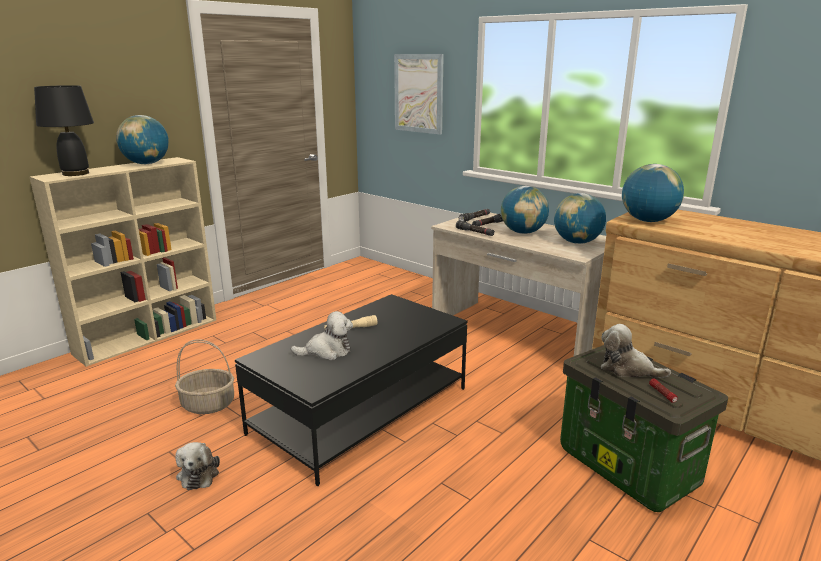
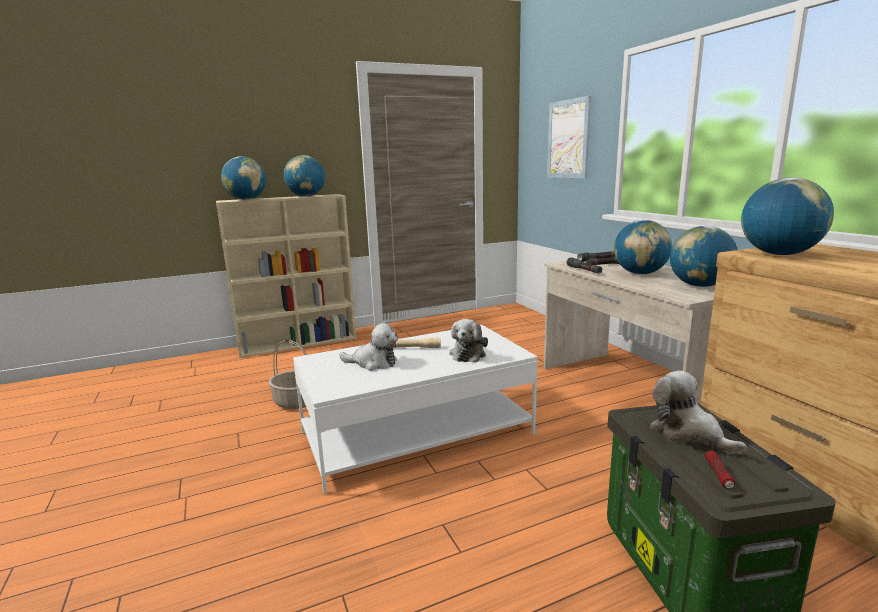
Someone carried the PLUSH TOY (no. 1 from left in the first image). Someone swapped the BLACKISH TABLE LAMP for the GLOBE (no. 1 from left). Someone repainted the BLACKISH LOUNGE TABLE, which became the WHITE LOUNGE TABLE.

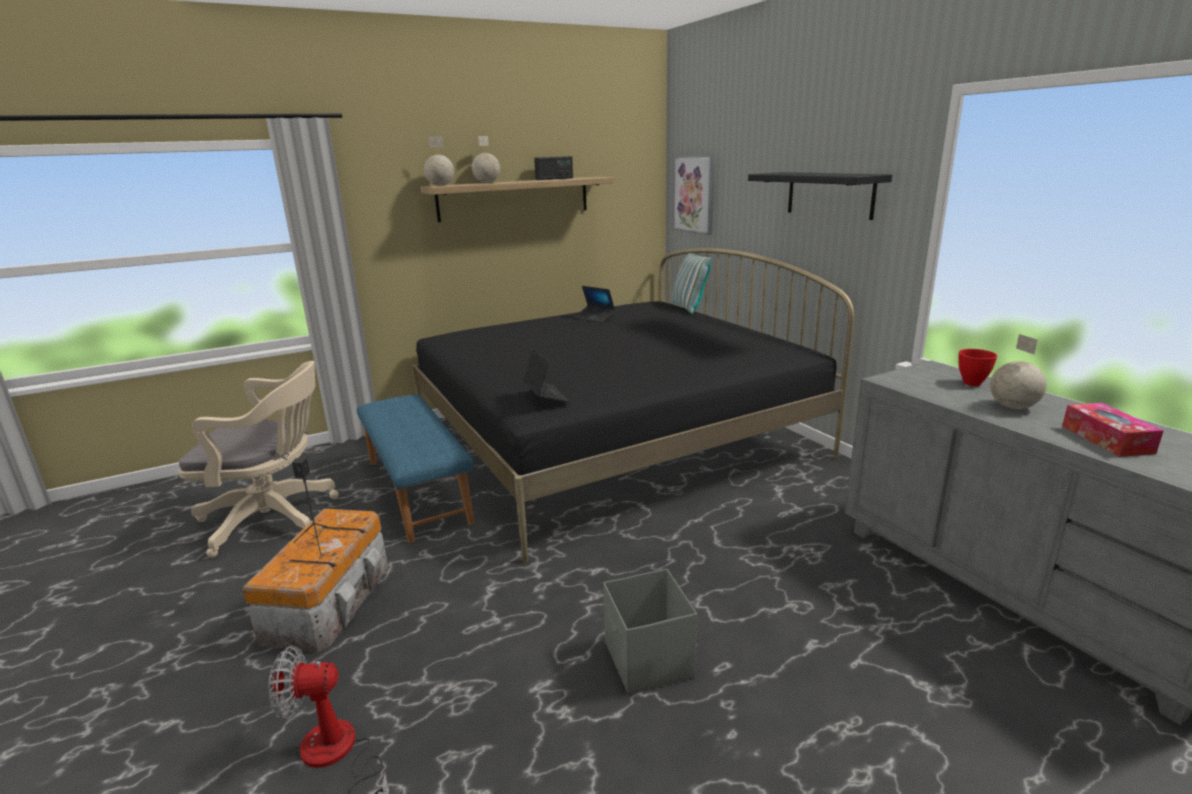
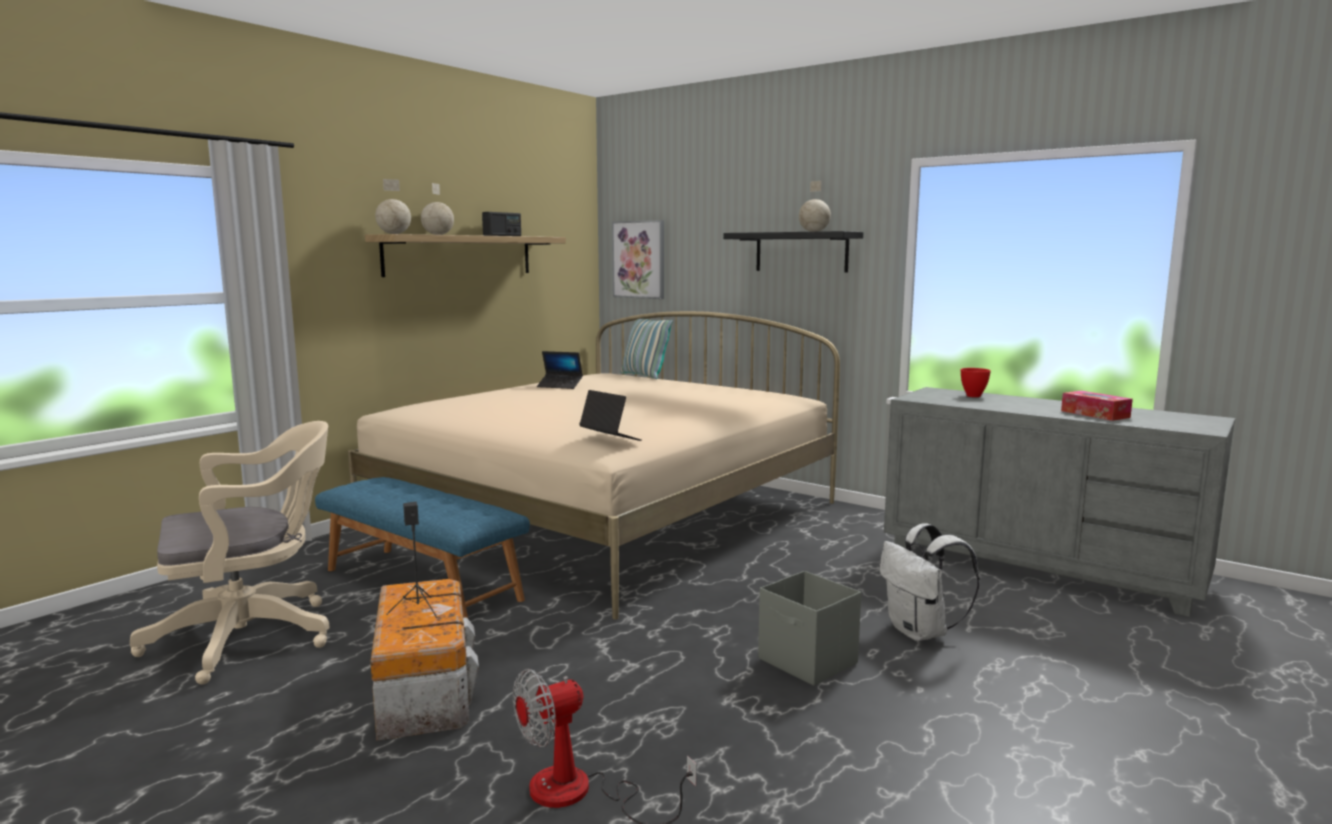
Someone put down the WHITE KNAPSACK. Someone carried the GLOBE (no. 3 from left). Someone repainted the BLACKISH BEDROOM BED, which became the BEIGE-COLOURED BEDROOM BED.

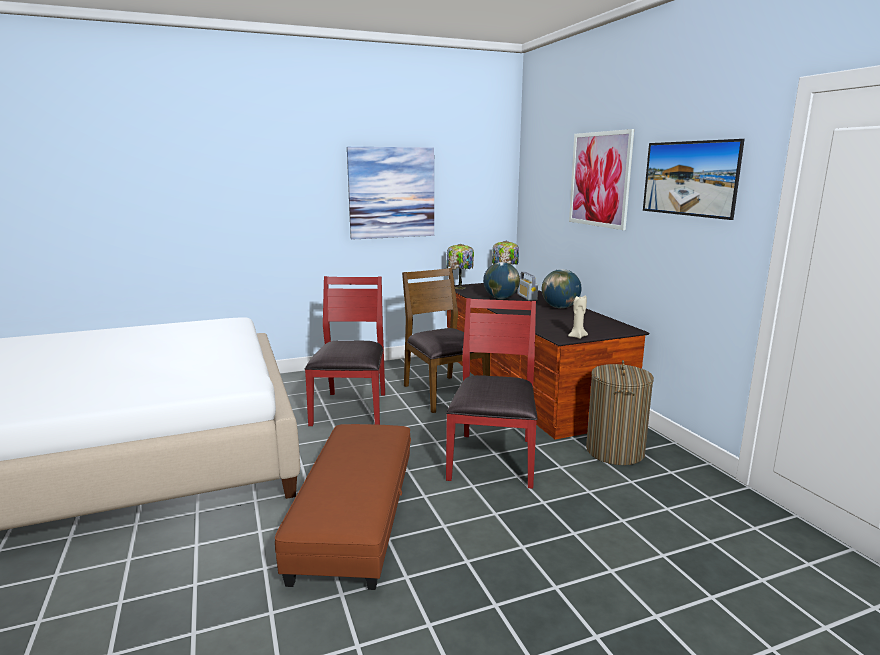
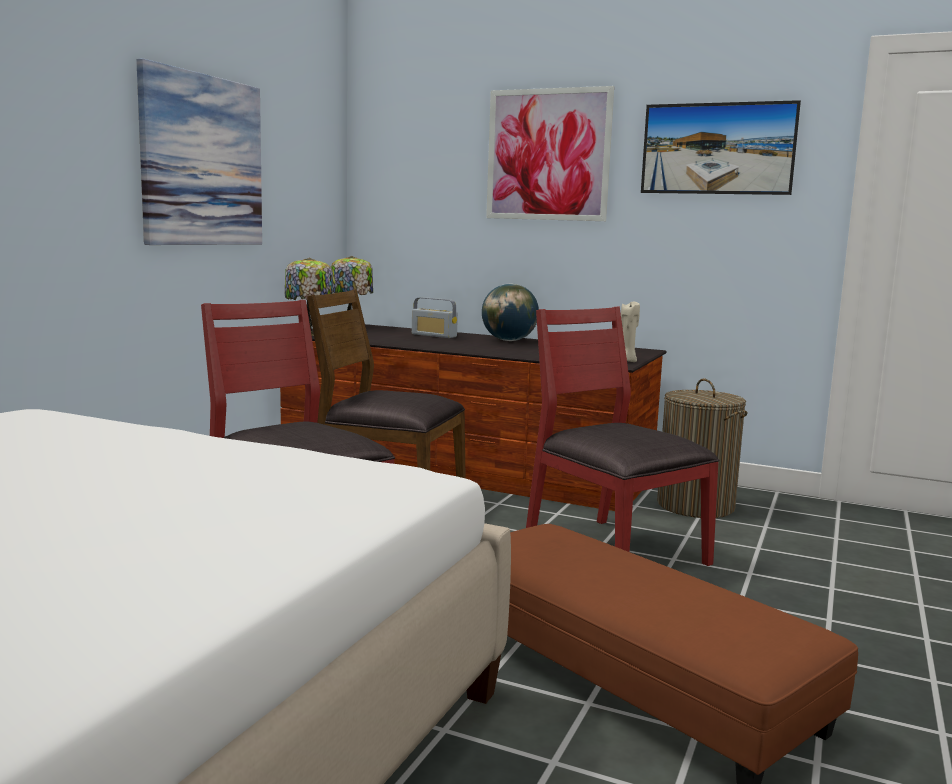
Someone took away the GLOBE (no. 1 from left).

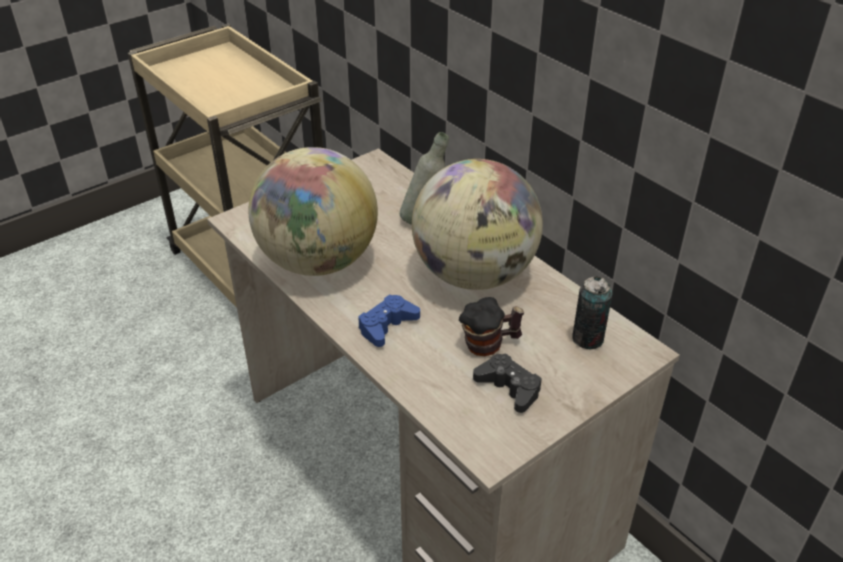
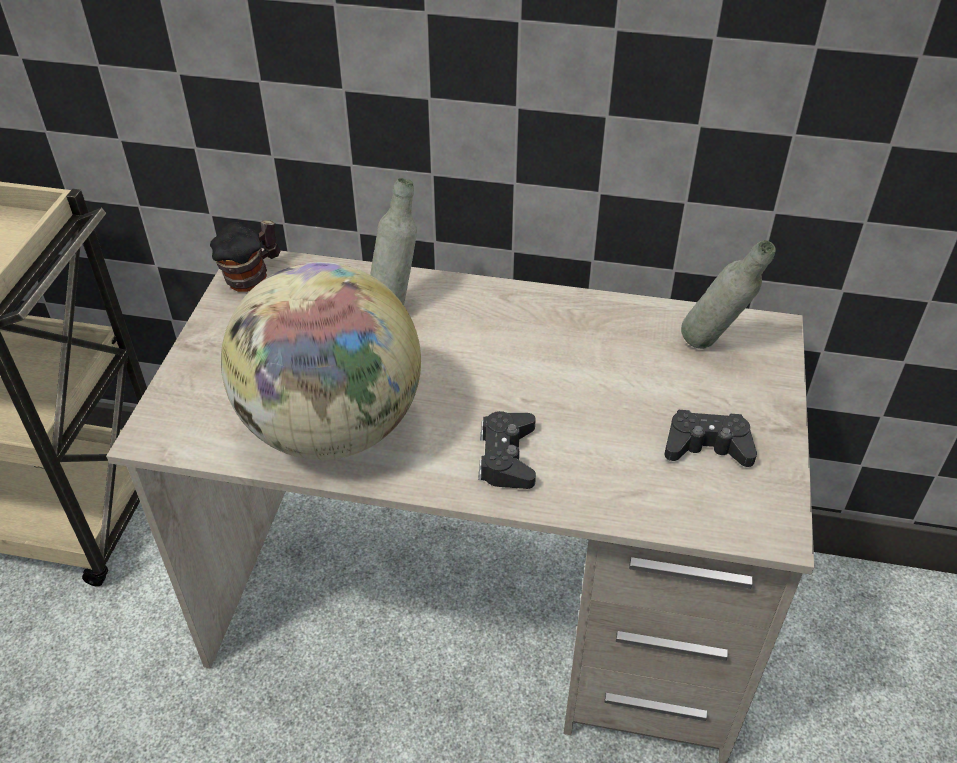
Someone took away the GLOBE (no. 2 from left). Someone carried the COFFEE MUG. Someone swapped the SEALED CAN for the GREY BOTTLE (no. 2 from left). Someone repainted the BLUE-COLOURED JOYPAD, which became the BLACKISH JOYPAD (no. 1 from left).

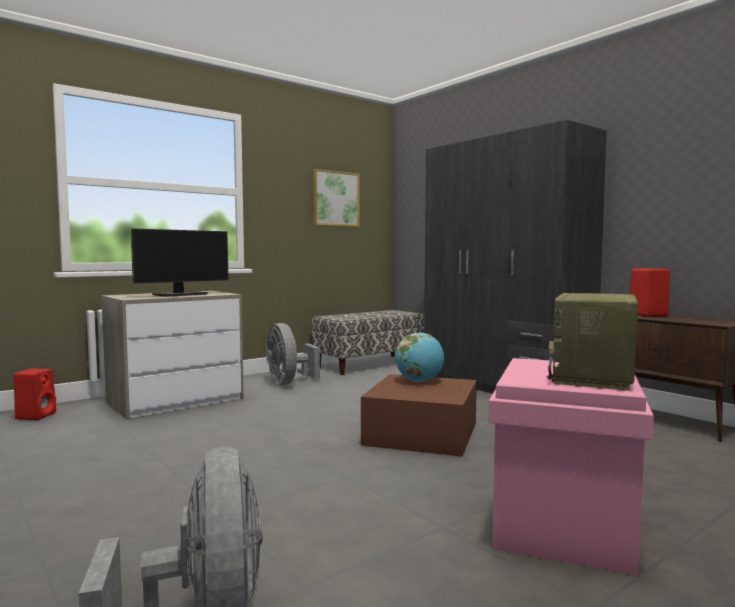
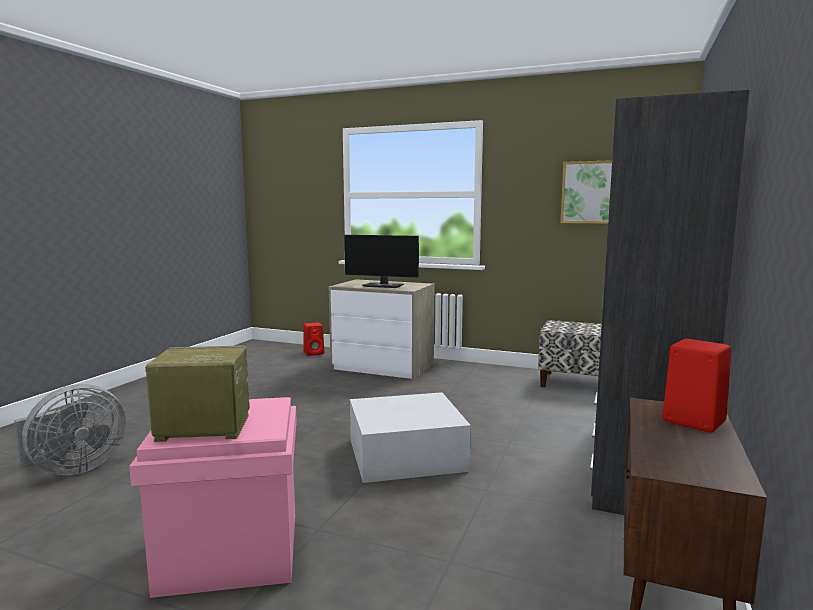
Someone took away the GREY ELECTRIC FAN (no. 2 from left). Someone took away the GLOBE. Someone repainted the BROWNISH STORAGE BOX, which became the WHITE STORAGE BOX.

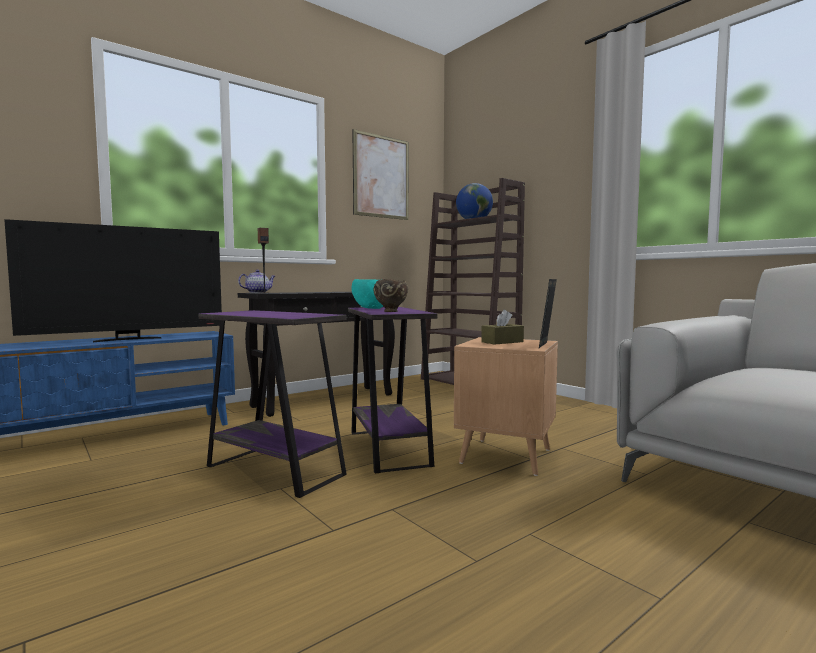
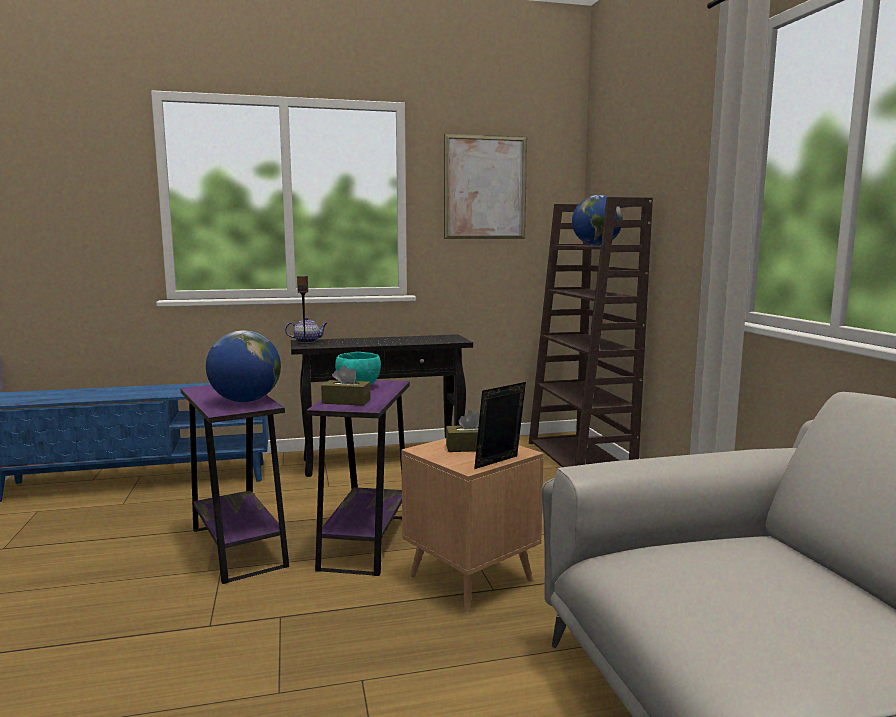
Someone took away the TV SET. Someone put down the GLOBE (no. 1 from left). Someone swapped the BROWNISH DEEP DISH for the BROWNISH TISSUE BOX (no. 1 from left).

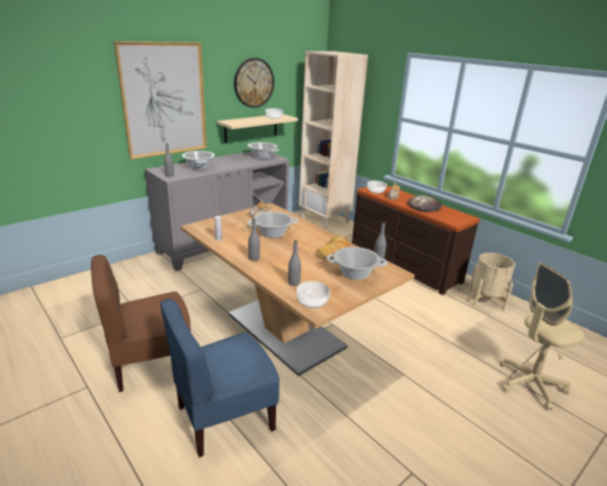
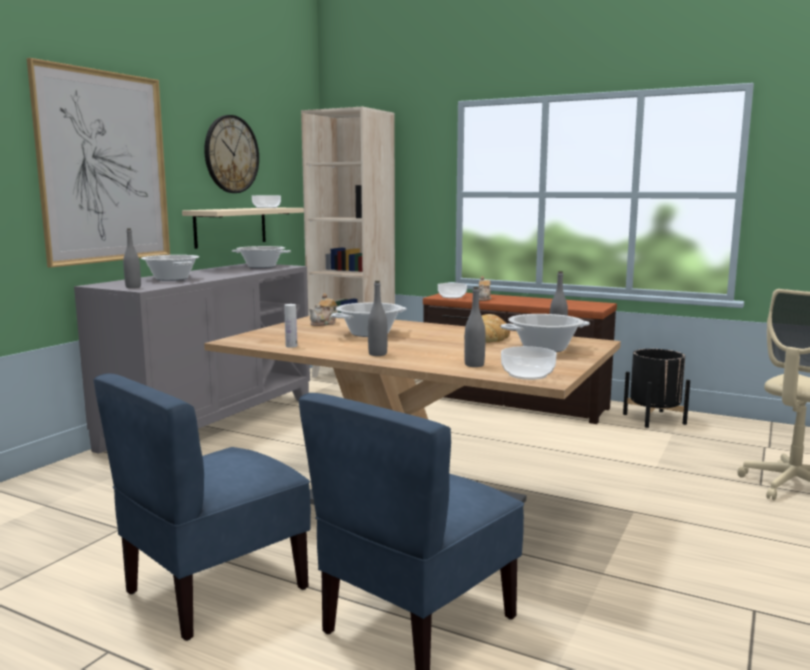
Someone took away the BAKED BREAD (no. 2 from left). Someone repainted the BROWNISH UPRIGHT CHAIR, which became the BLUE-COLOURED UPRIGHT CHAIR (no. 1 from left). Someone repainted the BEIGE-COLOURED FLOWER POT, which became the BLACKISH FLOWER POT.

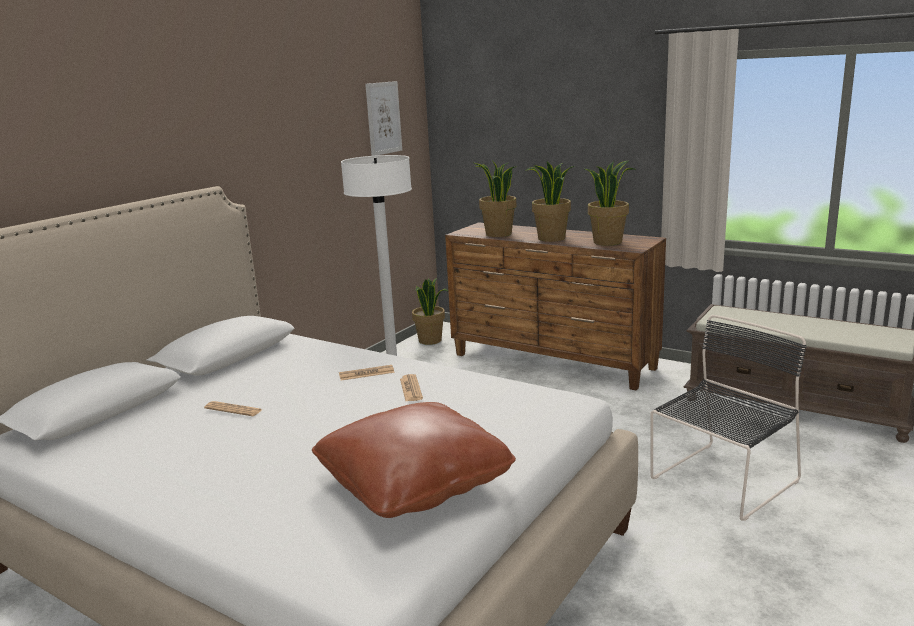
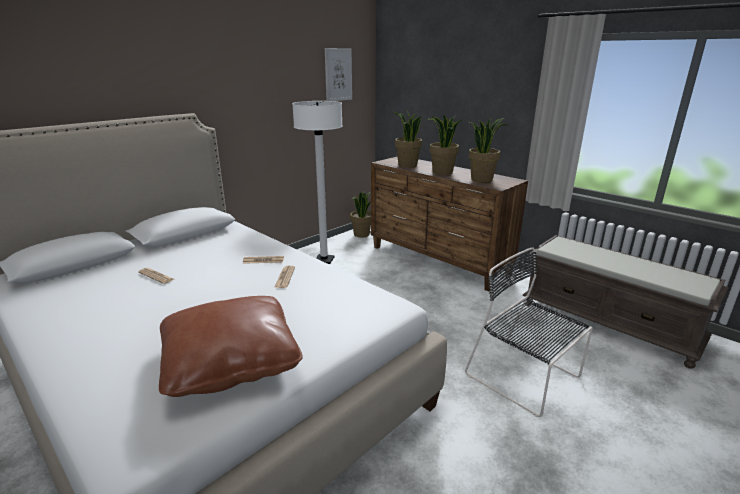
Someone rotated the BLACKISH UPRIGHT CHAIR by 105 degrees counterclockwise.

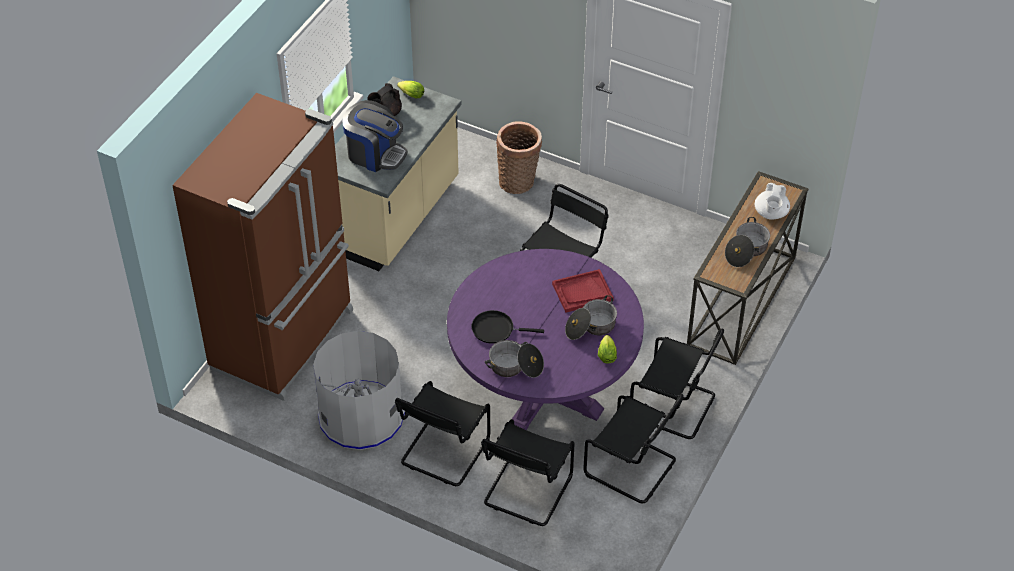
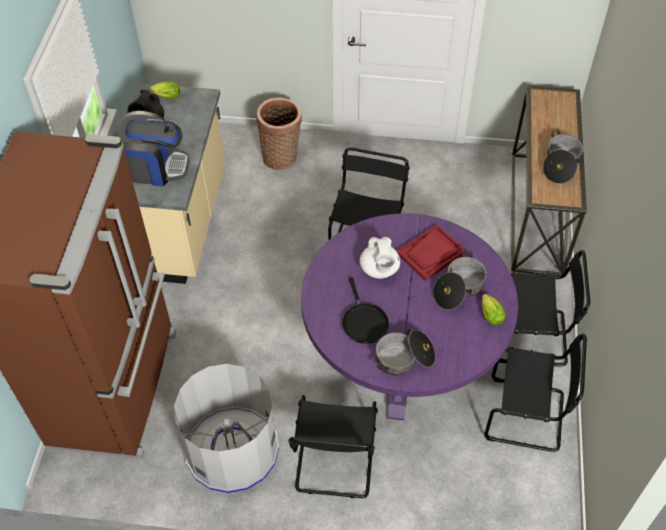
Someone took away the BLACKISH UPRIGHT CHAIR (no. 2 from left). Someone carried the WHITE TEA POT. Someone rotated the BLACKISH FRYING PAN by 90 degrees counterclockwise.

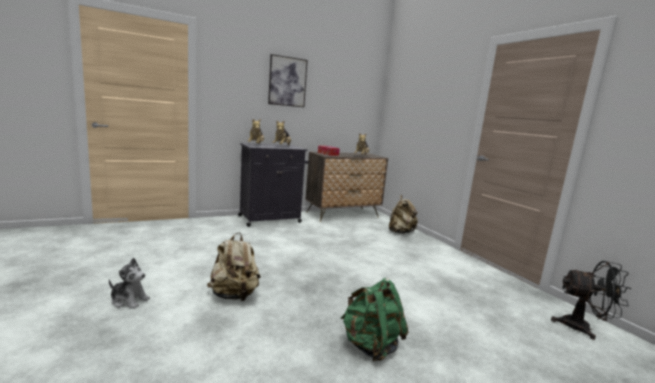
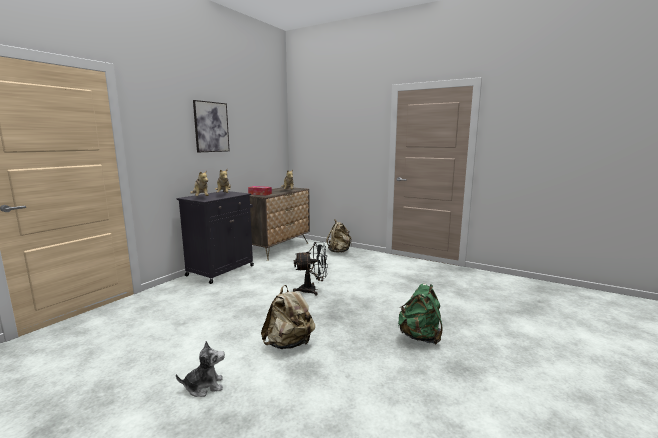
Someone carried the BLACKISH ELECTRIC FAN.

